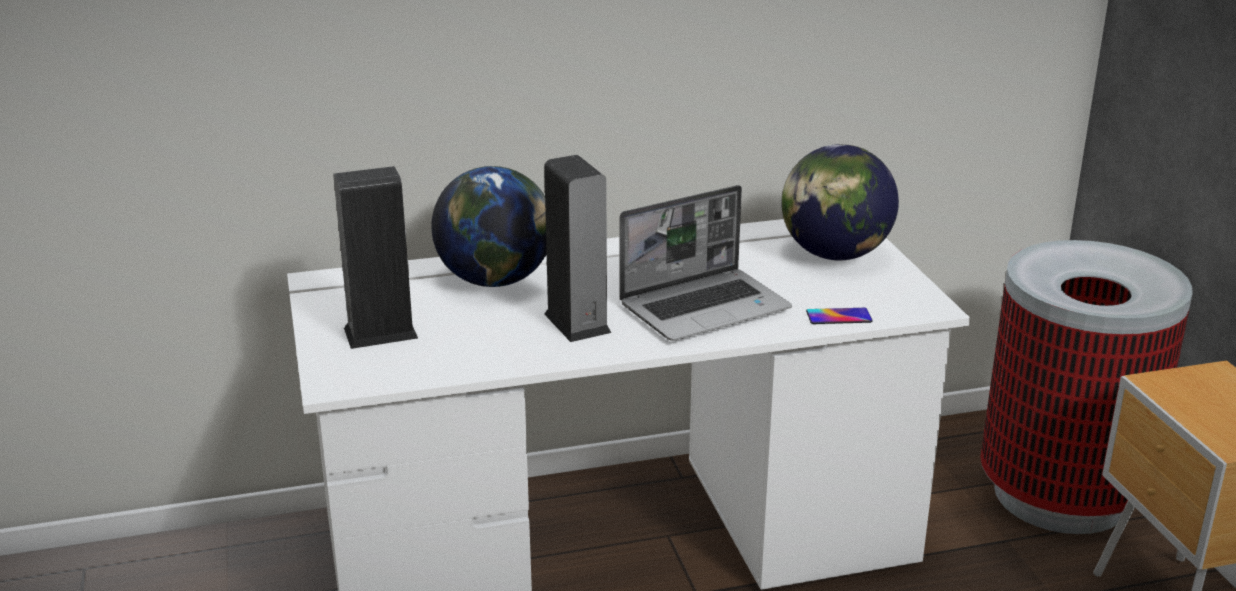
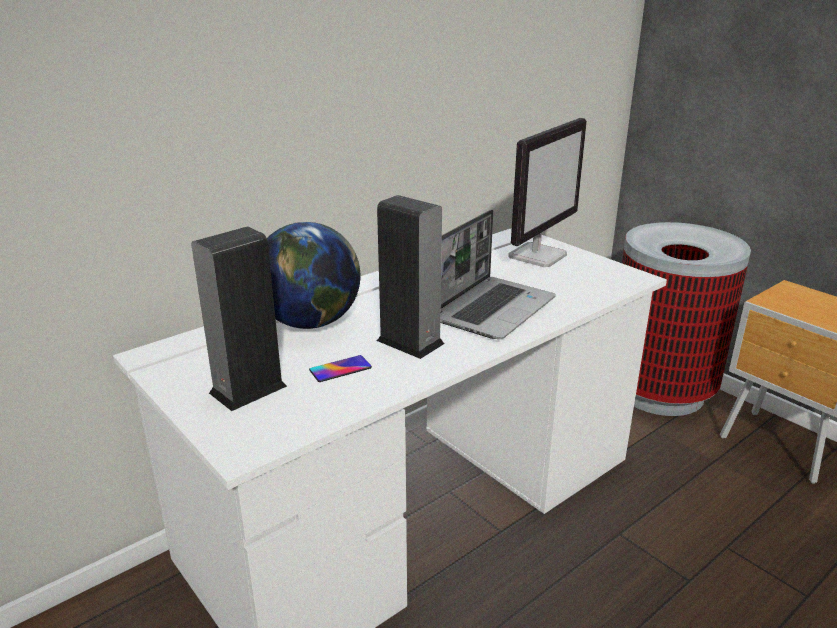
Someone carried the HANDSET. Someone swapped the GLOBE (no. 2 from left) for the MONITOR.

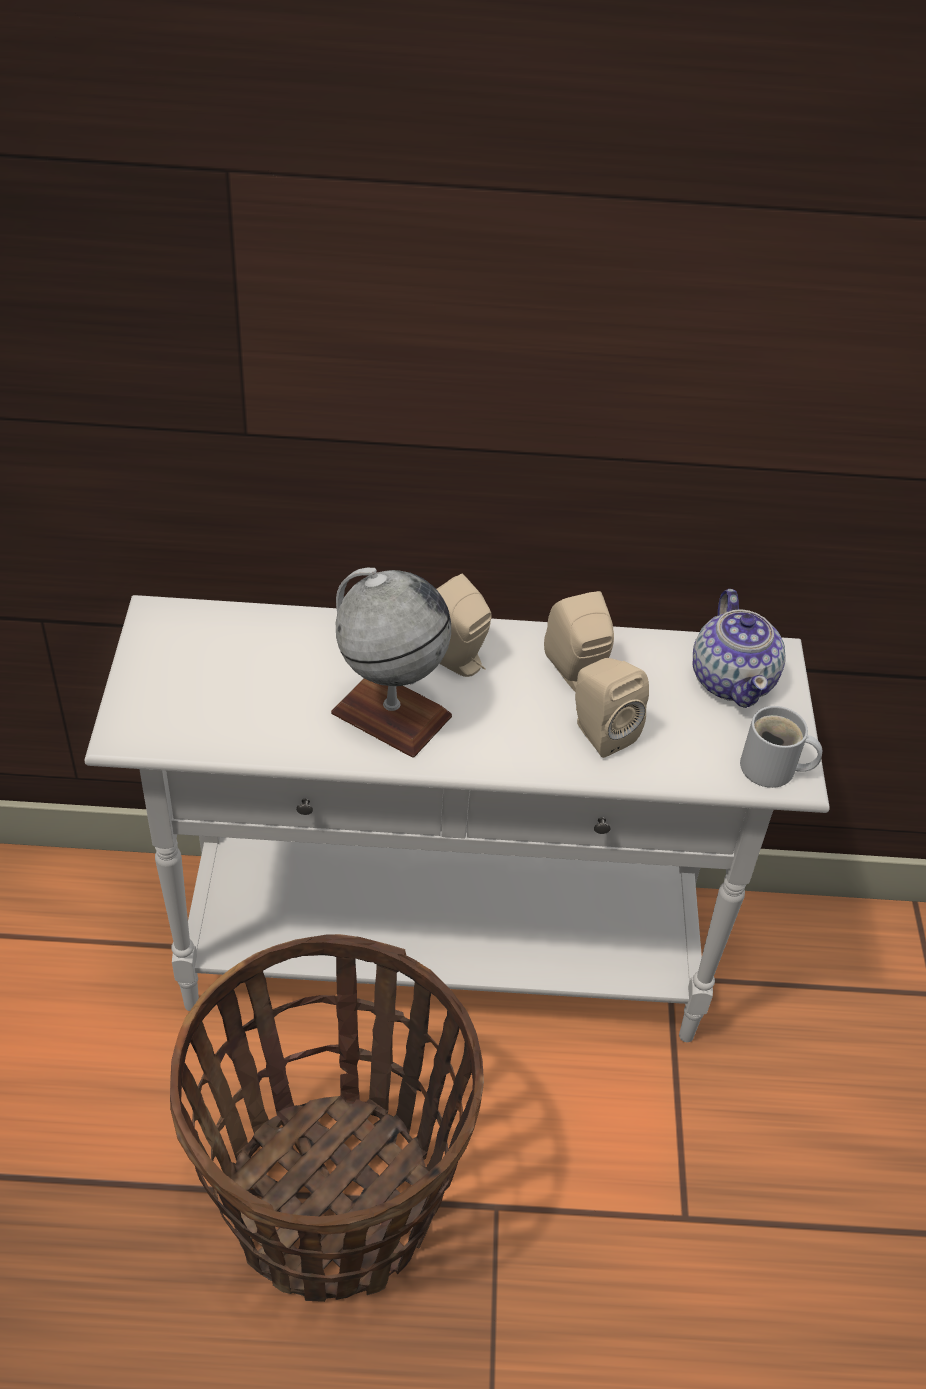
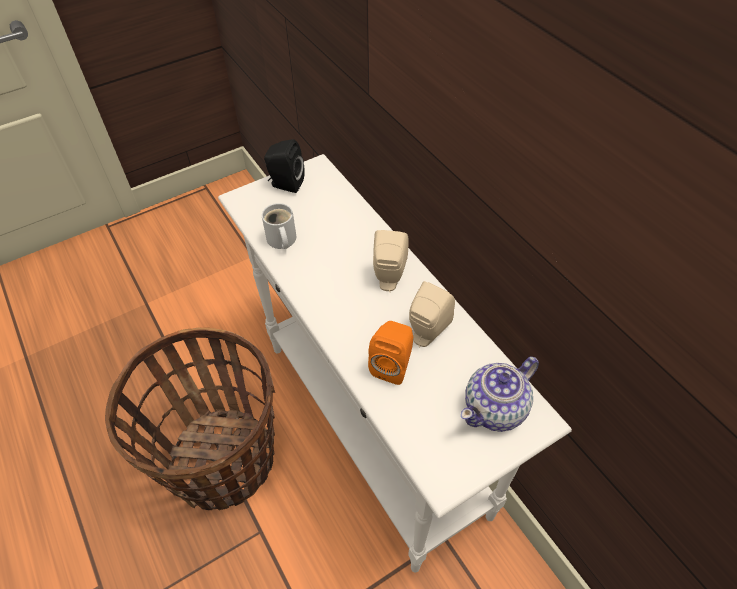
Someone took away the GLOBE. Someone put down the BLACKISH LOUDSPEAKER. Someone carried the WHITE COFFEE MUG. Someone repainted the BEIGE-COLOURED LOUDSPEAKER (no. 3 from left), which became the ORANGEY LOUDSPEAKER.

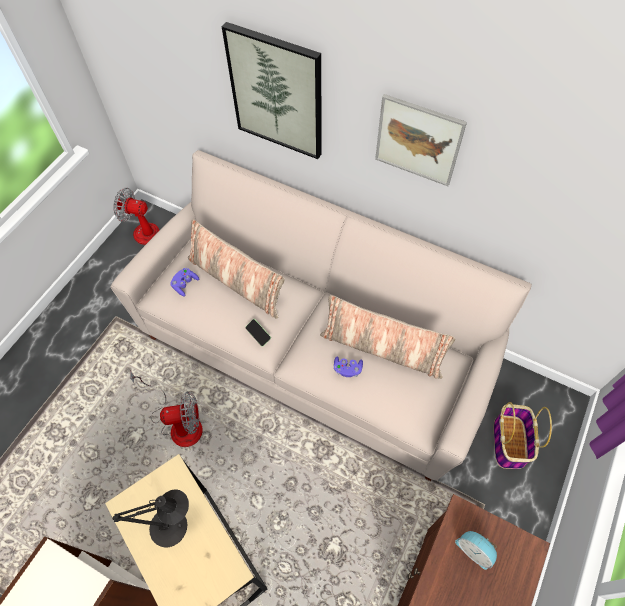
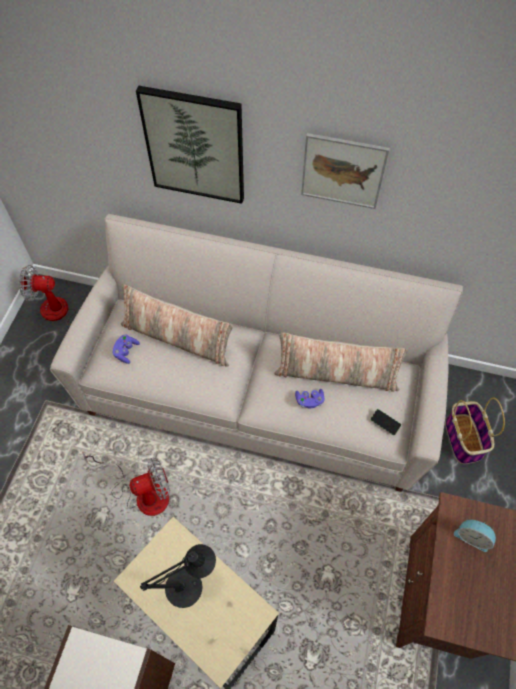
Someone carried the HANDSET.

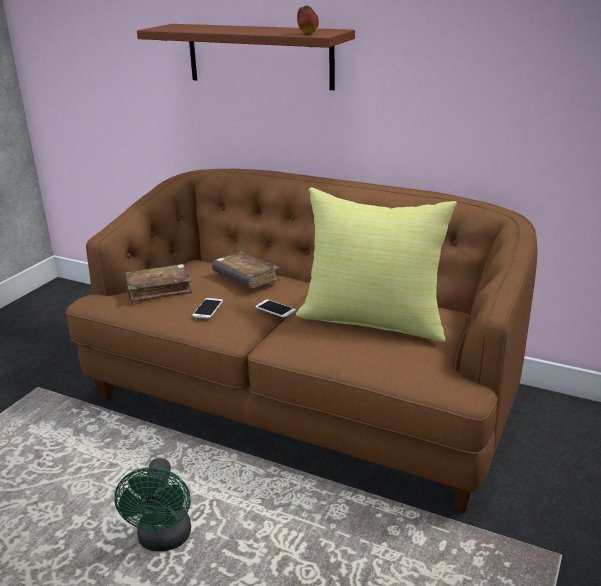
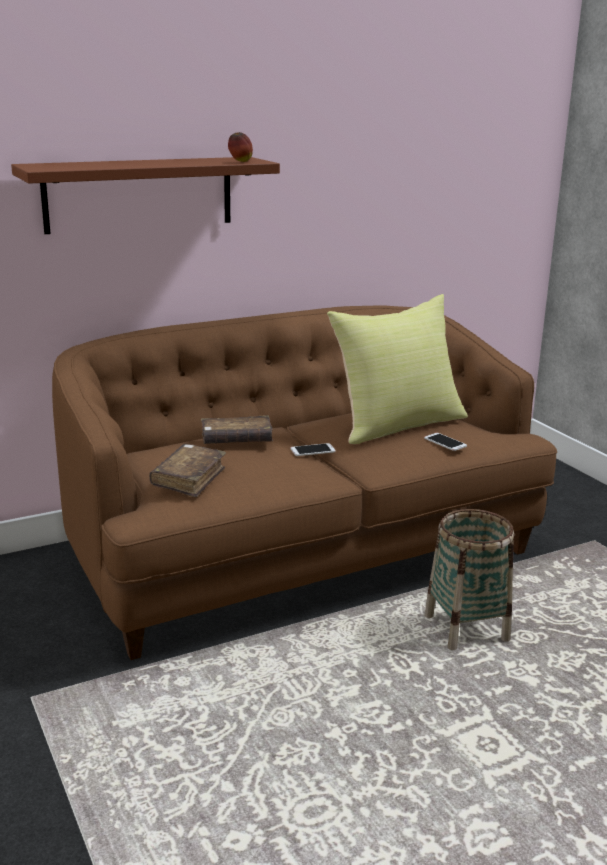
Someone took away the GREEN-COLOURED ELECTRIC FAN. Someone put down the STORAGE BASKET. Someone carried the HANDSET (no. 1 from left in the first image).

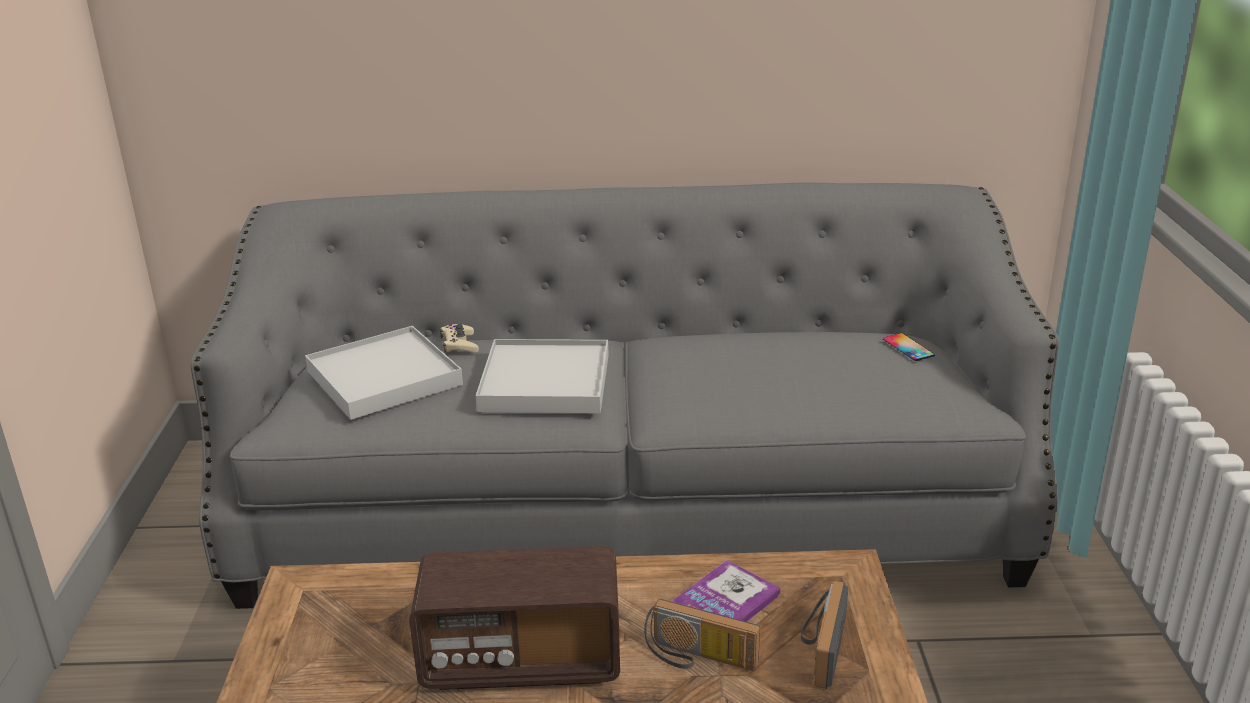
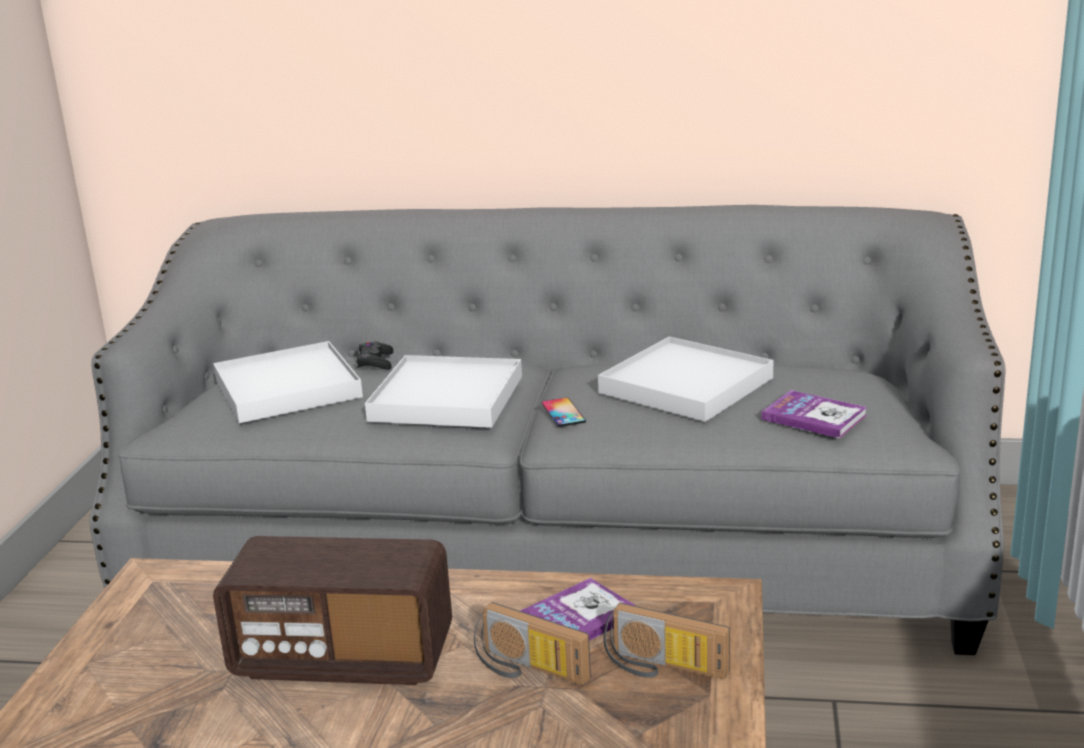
Someone put down the WHITE CARRYING TRAY (no. 3 from left). Someone put down the VOLUME (no. 2 from left). Someone carried the HANDSET. Someone repainted the BEIGE-COLOURED JOYPAD, which became the BLACKISH JOYPAD. Someone rotated the RADIO SET (no. 3 from left) by 90 degrees counterclockwise.

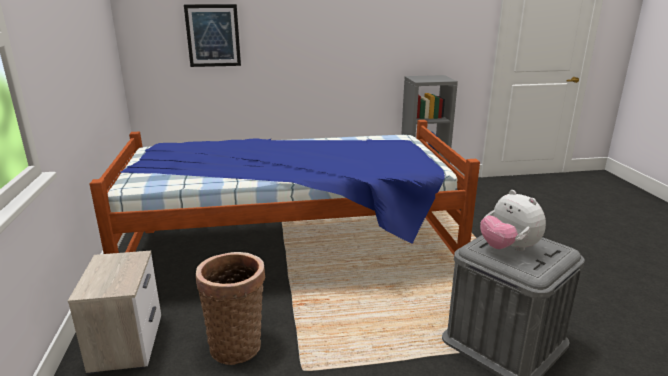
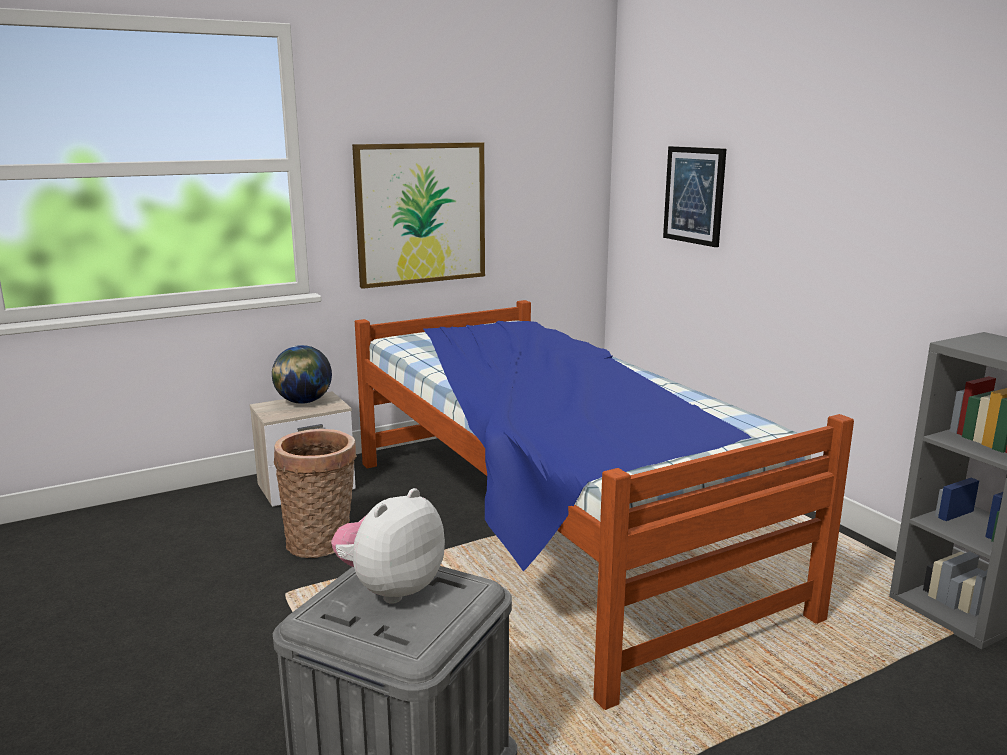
Someone put down the GLOBE. Someone put up the WALL ART (no. 1 from left).

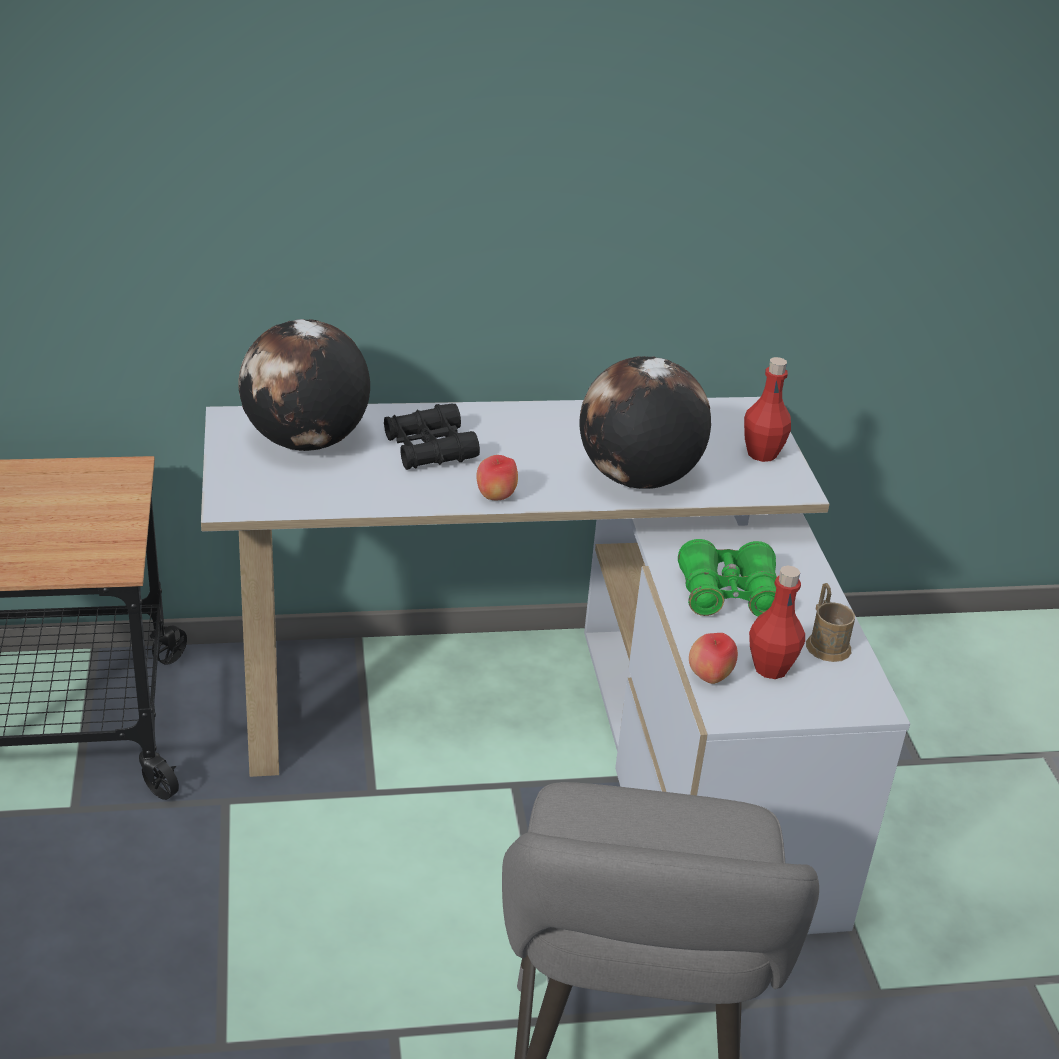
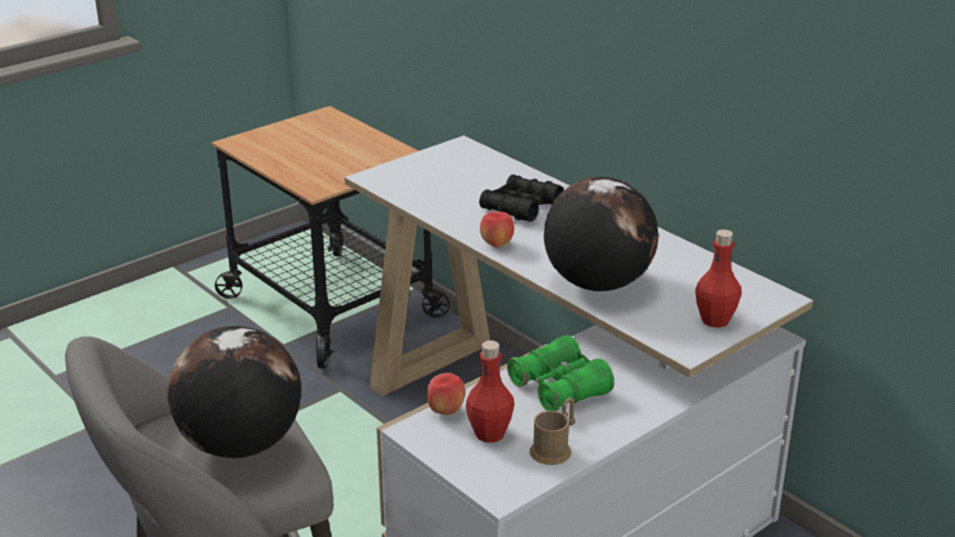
Someone carried the GLOBE (no. 1 from left).

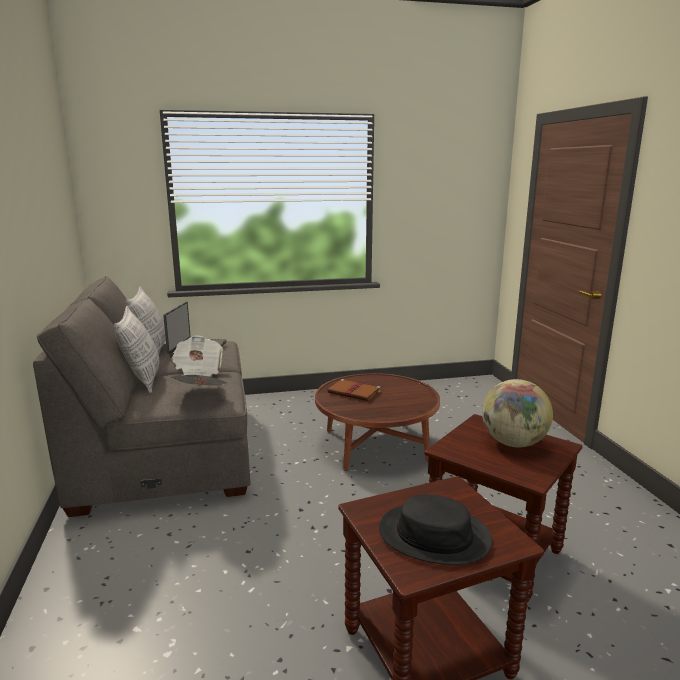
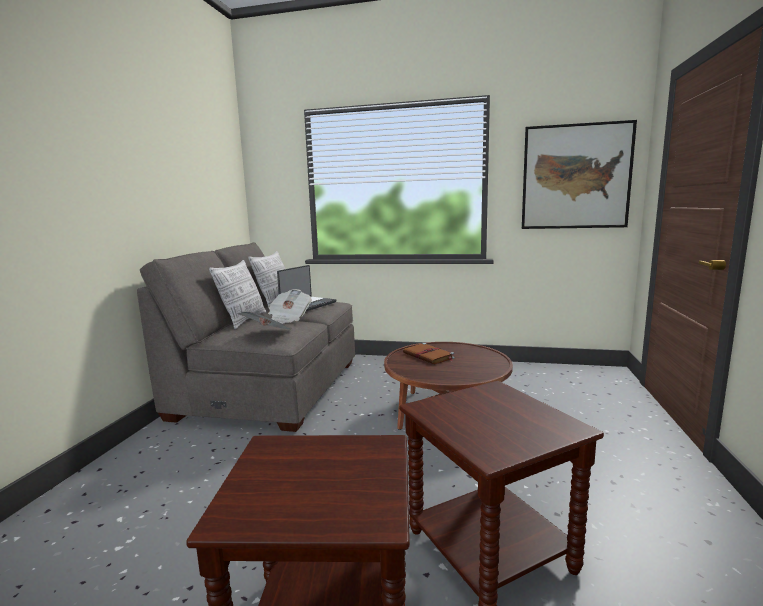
Someone took away the BLACKISH WEARABLE HAT. Someone took away the GLOBE. Someone put up the WALL ART.

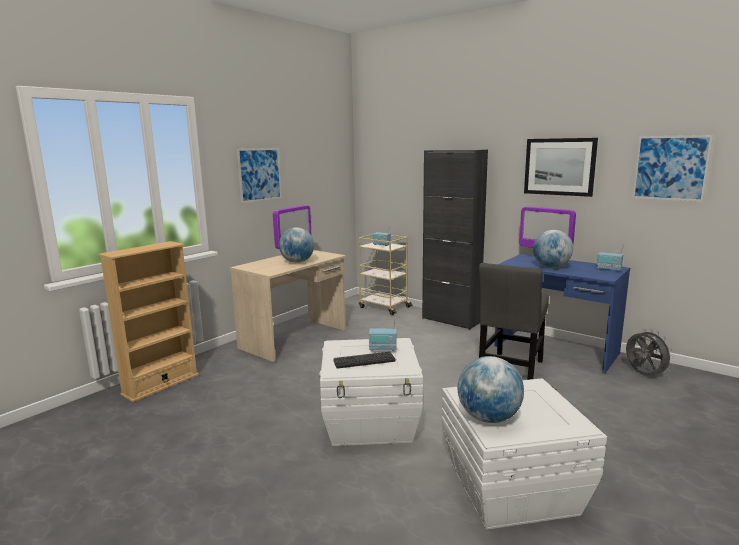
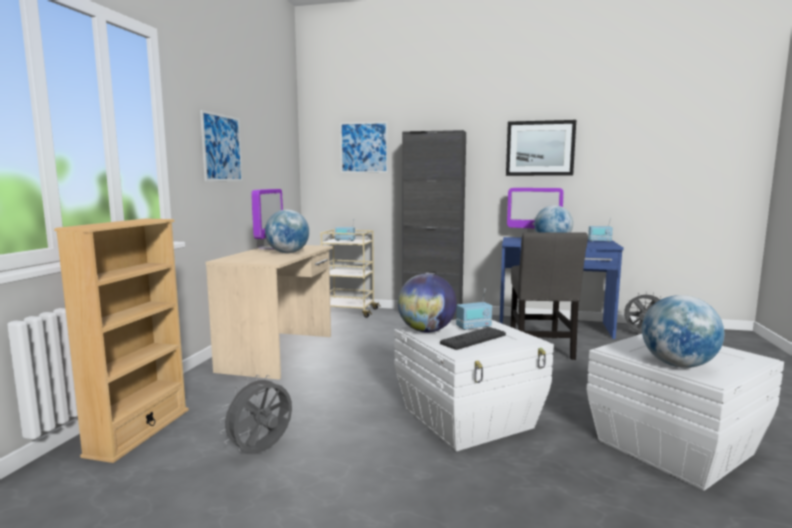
Someone put down the GREY ELECTRIC FAN (no. 1 from left). Someone put down the GLOBE (no. 2 from left). Someone carried the WALL ART (no. 3 from left in the first image).

